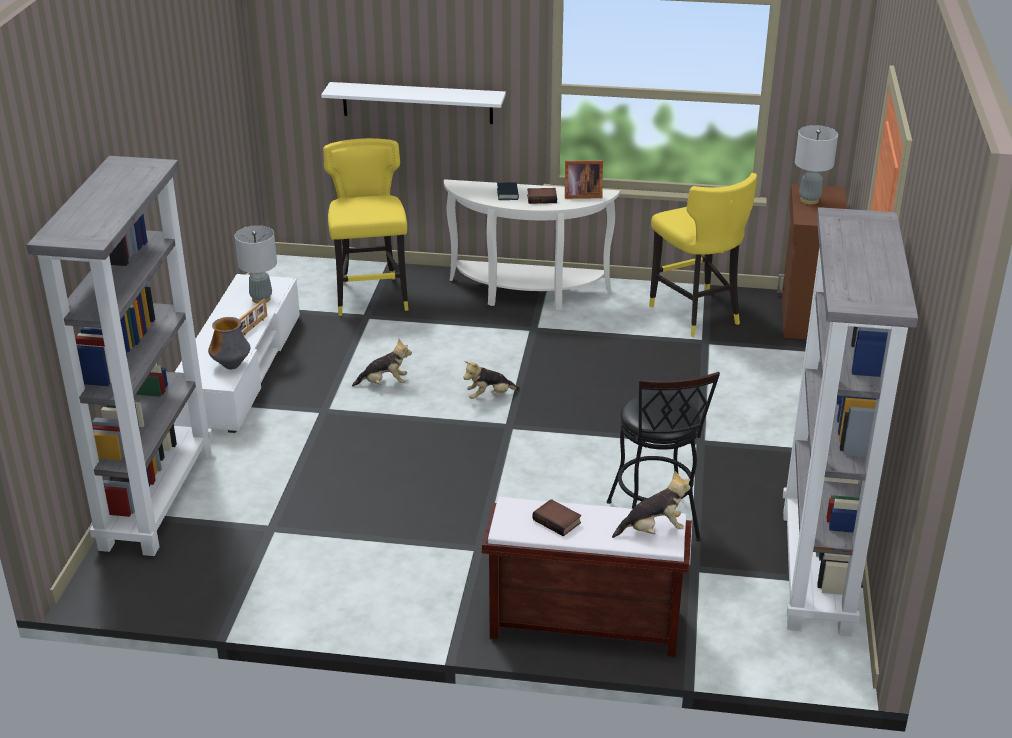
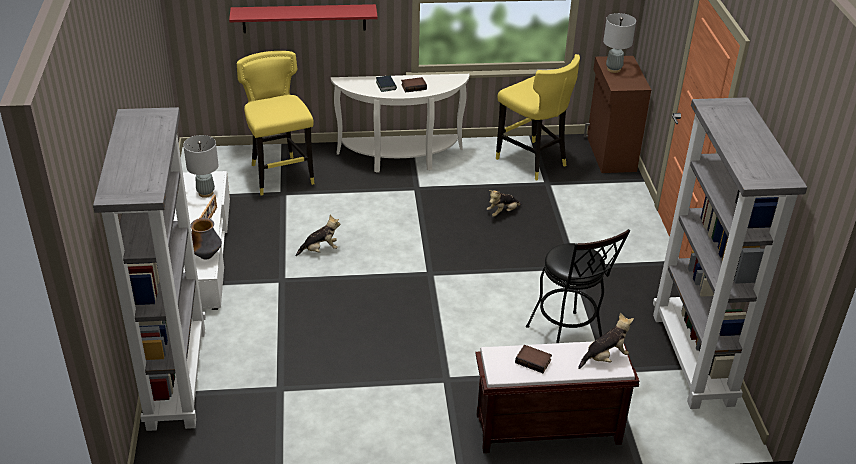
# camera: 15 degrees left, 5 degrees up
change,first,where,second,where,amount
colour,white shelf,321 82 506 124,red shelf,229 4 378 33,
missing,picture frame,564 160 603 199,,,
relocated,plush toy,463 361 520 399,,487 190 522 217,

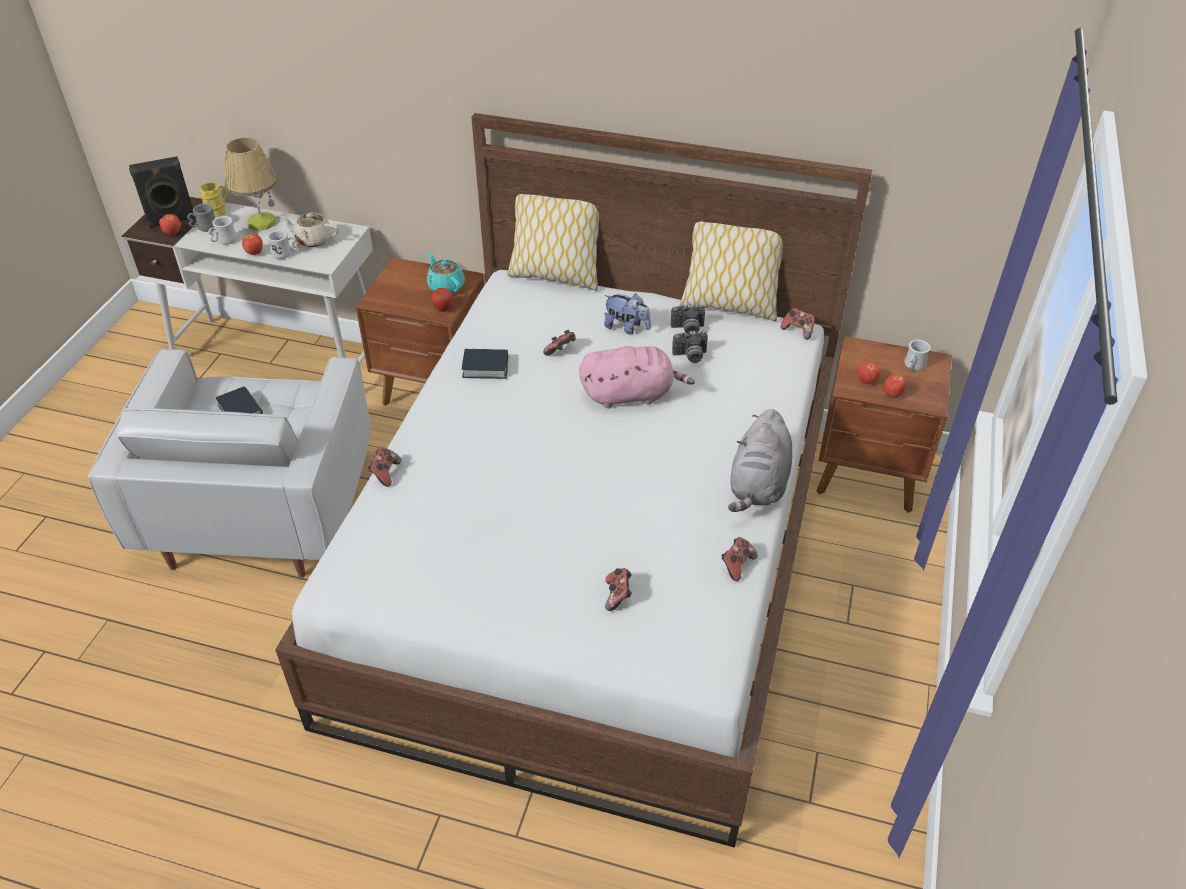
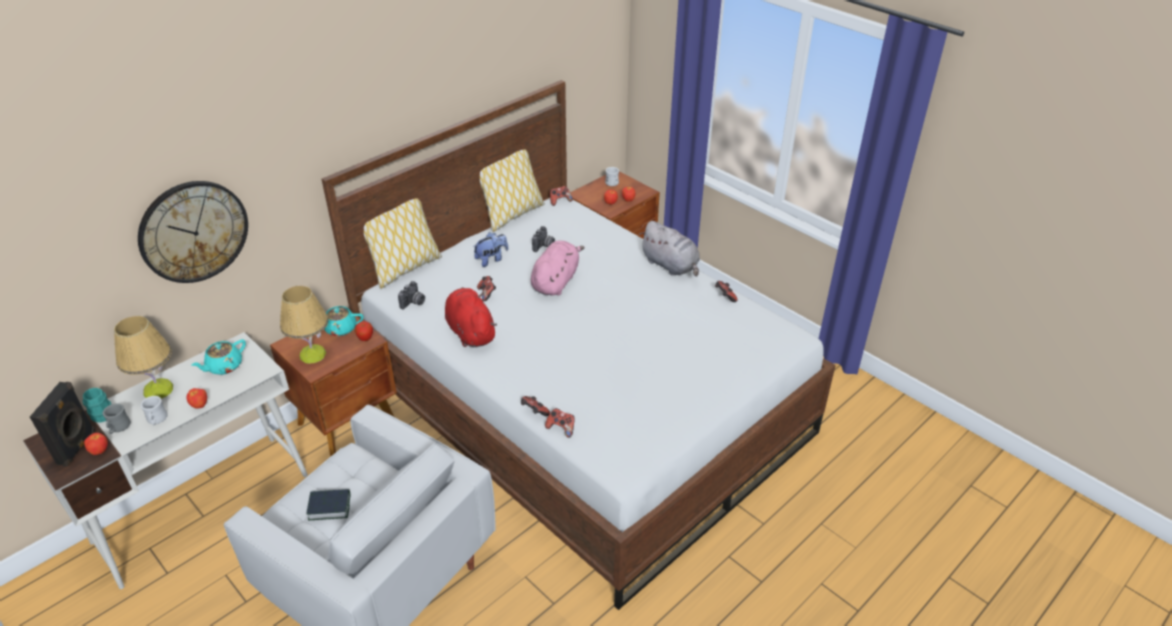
# camera: 60 degrees left, 5 degrees down
change,first,where,second,where,amount
colour,yellow mug,200 182 227 218,turquoise mug,82 388 111 423,
colour,beige teapot,280 213 339 247,turquoise teapot,191 339 246 375,
missing,white mug,267 230 298 259,,,
relocated,photo camera,671 304 705 334,,398 281 425 309,
exchanged,book,462 349 508 379,red plush toy,445 287 497 347,
relocated,game controller,605 568 632 611,,545 408 575 438,
appeared,,,wall clock,138 181 248 283,
appeared,,,table lamp,280 286 328 364,

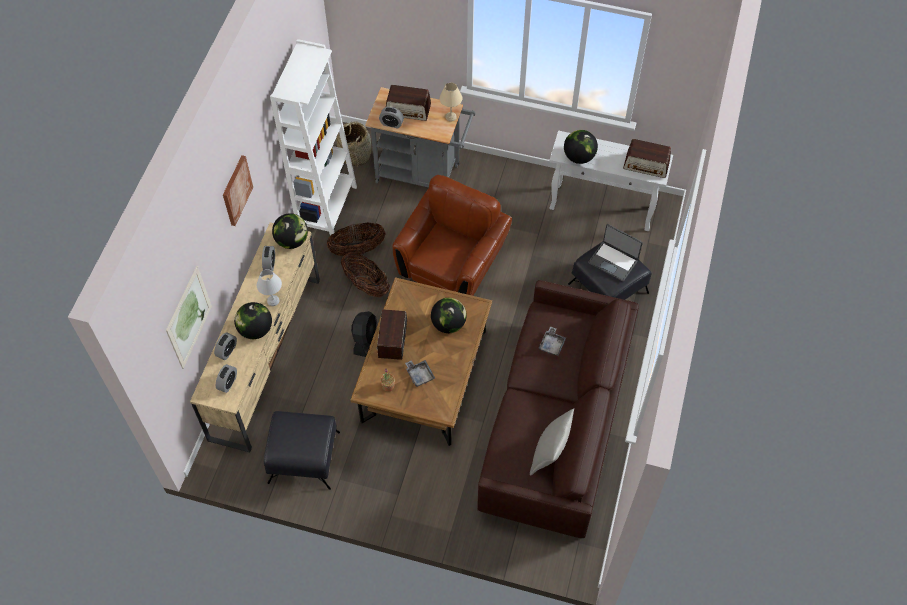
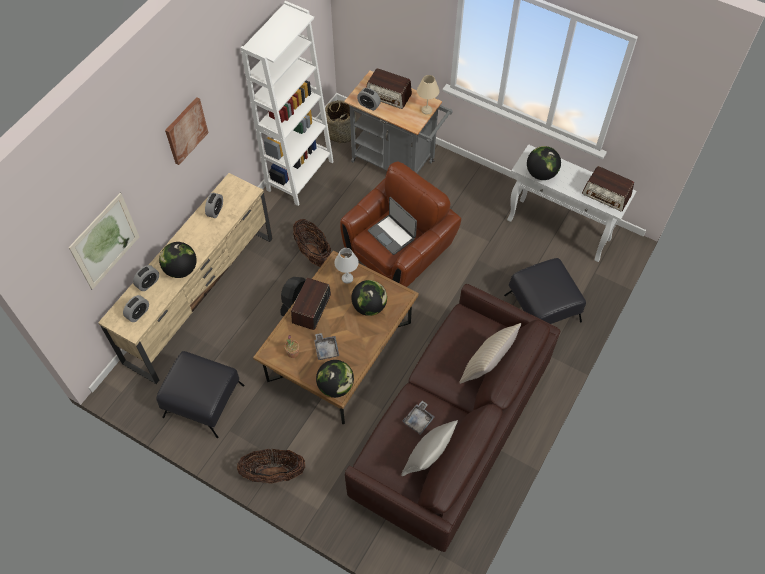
# camera: 15 degrees right, 0 degrees up
change,first,where,second,where,amount
relocated,globe,272 213 308 249,,316 360 354 398,
relocated,basket,327 222 385 257,,237 448 305 484,
relocated,laptop,588 224 643 281,,368 197 417 255,
relocated,white table lamp,257 269 282 306,,334 248 359 284,
relocated,grey tray,538 326 566 356,,402 401 435 435,
appeared,,,beige pillow,459 323 521 384,

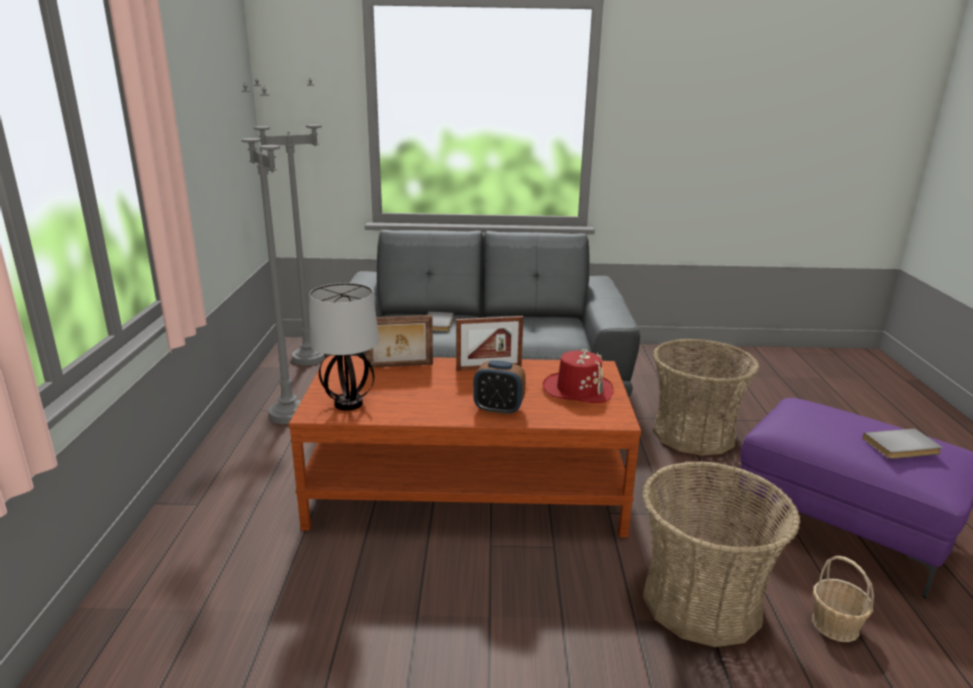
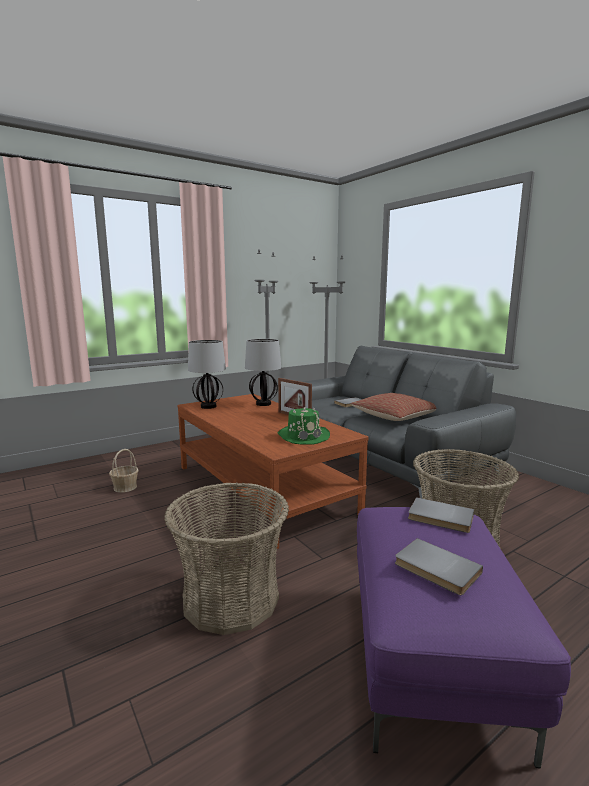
# camera: 55 degrees right, 10 degrees down
change,first,where,second,where,amount
exchanged,picture frame,366 315 433 368,table lamp,245 339 281 406,
colour,red hat,543 349 613 403,green hat,277 406 330 445,
missing,alarm clock,473 360 526 415,,,
relocated,basket,812 556 874 642,,109 449 139 493,
appeared,,,pillow,351 393 437 421,
appeared,,,grey book,408 497 474 533,

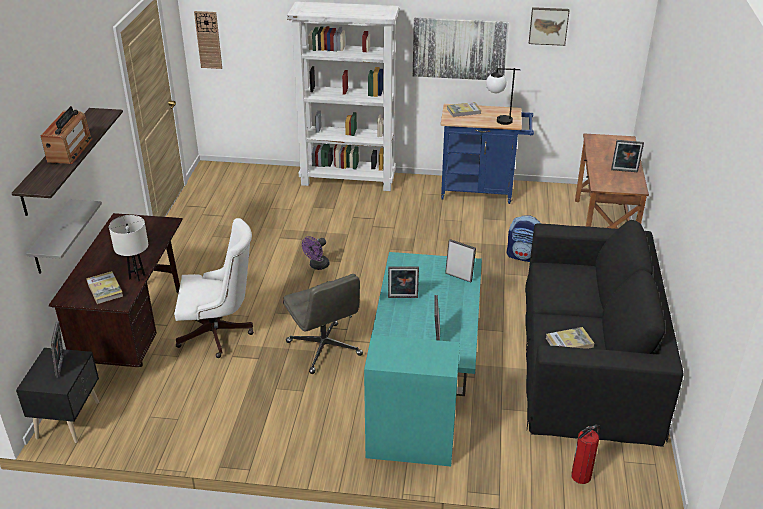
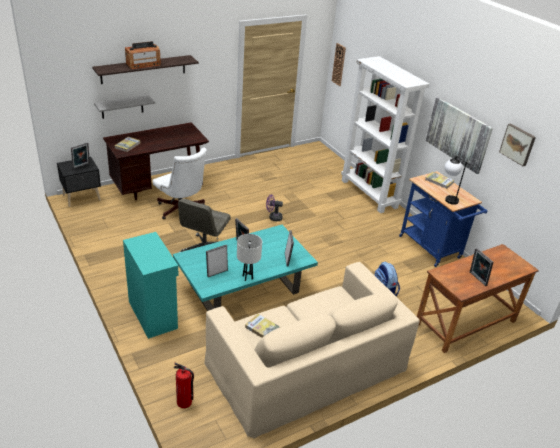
# camera: 50 degrees right, 0 degrees up
change,first,where,second,where,amount
relocated,white table lamp,109 215 148 281,,237 234 262 281,
colour,black sofa,525 220 683 447,beige sofa,205 262 420 439,

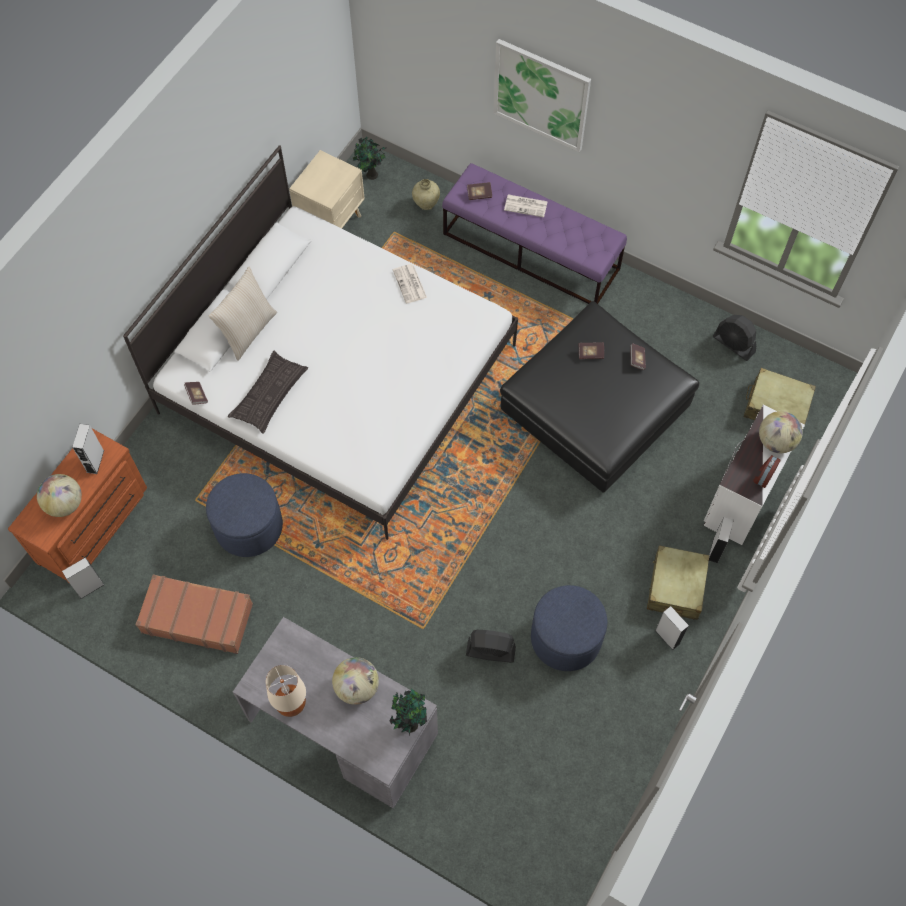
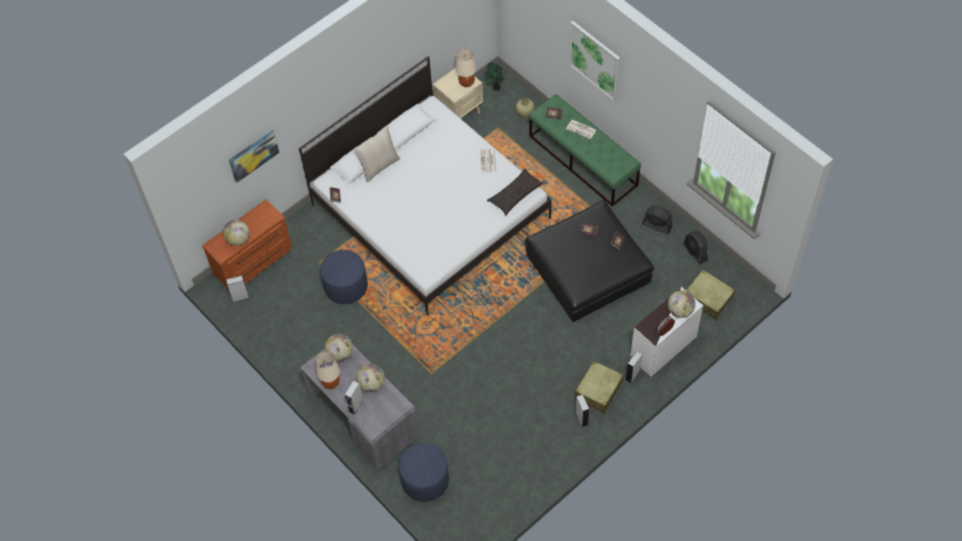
# camera: 20 degrees right, 5 degrees down
change,first,where,second,where,amount
colour,purple bench,442 163 627 304,green bench,529 94 641 207,
relocated,pillow,228 351 308 434,,487 168 544 215,
relocated,grey speaker,72 424 104 474,,345 381 363 415,
missing,brown suitcase,135 574 253 654,,,
relocated,blue ottoman,531 585 607 671,,399 443 449 502,
relocated,black fan,466 630 516 663,,642 206 673 234,
missing,potted plant,390 689 427 736,,,
appeared,,,beige table lamp,456 48 476 87,
appeared,,,picture,229 130 279 183,
appeared,,,globe,325 334 353 361,

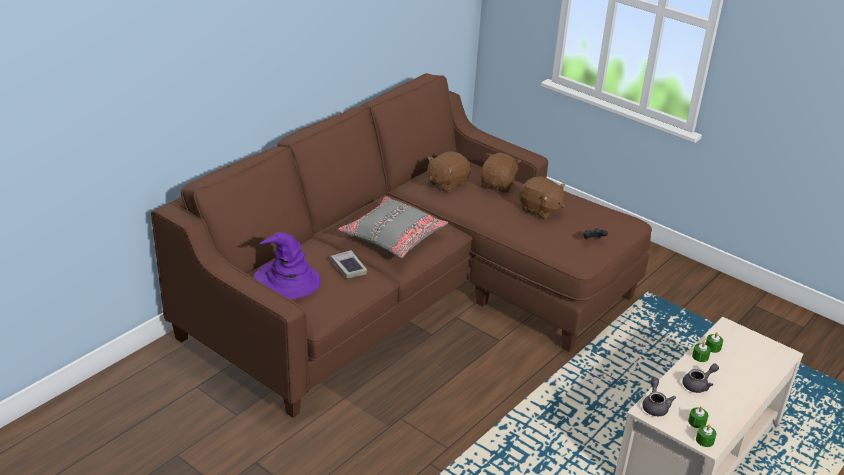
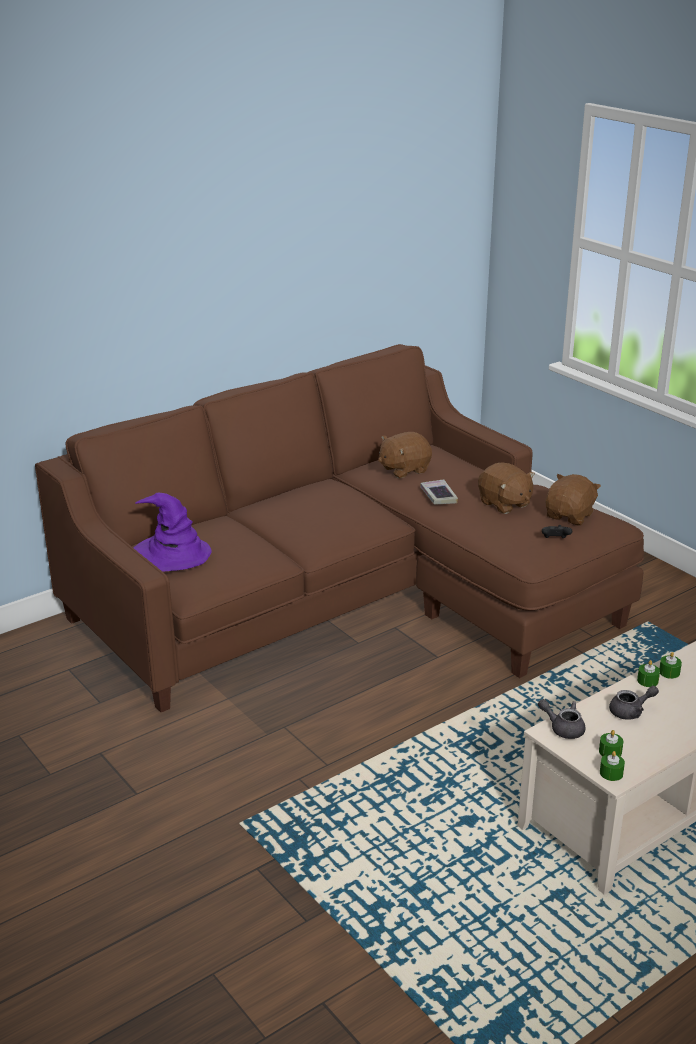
# camera: 15 degrees right, 5 degrees down
change,first,where,second,where,amount
relocated,brown plush toy,480 153 521 193,,545 474 601 526,
missing,grey pillow,338 196 448 258,,,
relocated,book,331 250 367 278,,420 479 458 504,
spun,grey teapot,642 377 676 416,,538 699 585 739,75 degrees counterclockwise

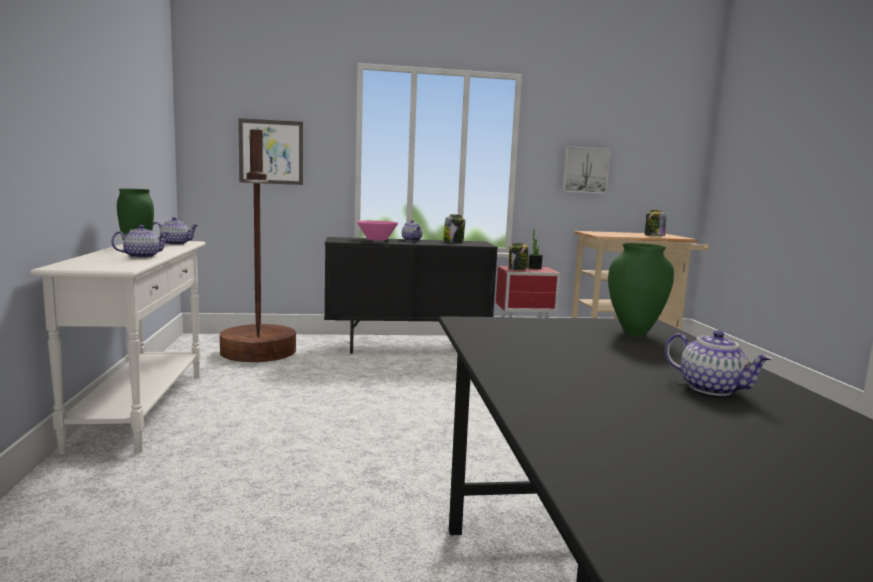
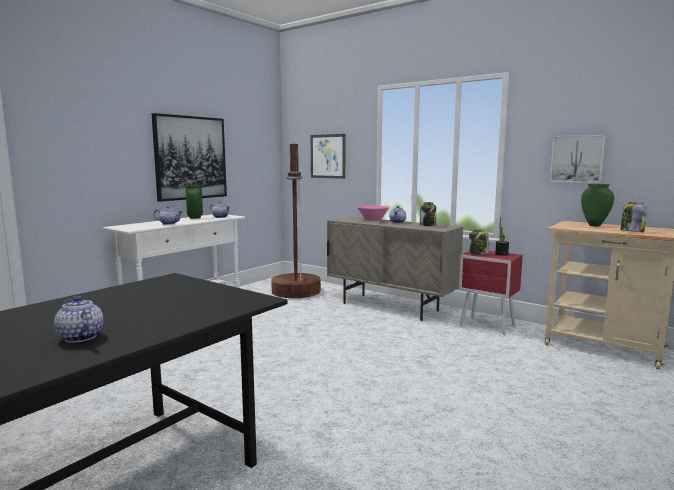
# camera: 45 degrees right, 0 degrees up
change,first,where,second,where,amount
colour,black cabinet,324 237 498 354,beige cabinet,327 217 463 321,
relocated,green vase,608 243 674 336,,581 184 614 226,
spun,teapot,665 330 773 396,,54 296 103 343,135 degrees clockwise
appeared,,,picture,152 113 227 202,

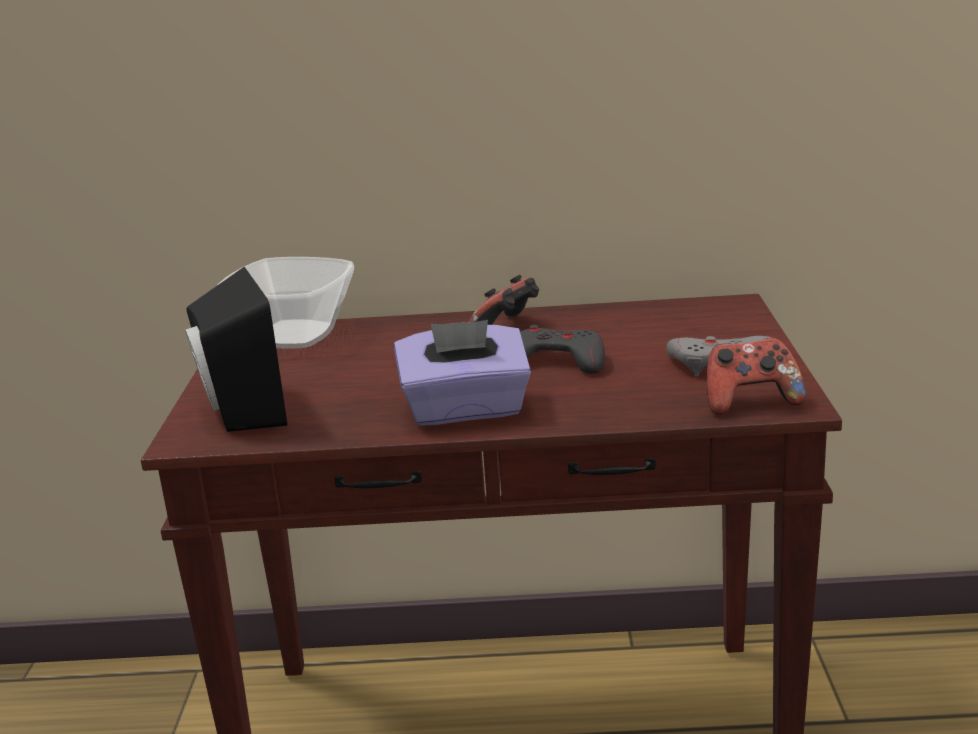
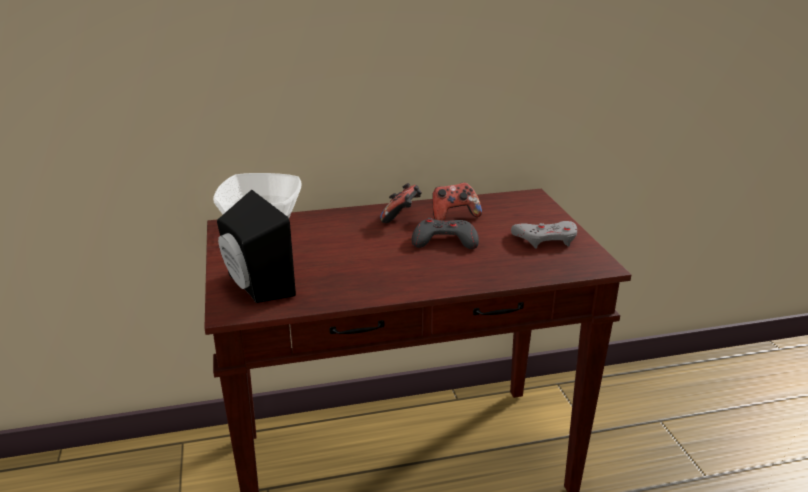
# camera: 15 degrees left, 5 degrees up
change,first,where,second,where,amount
missing,purple tissue box,394 320 531 426,,,
relocated,game controller,707 338 806 415,,432 183 482 221,

